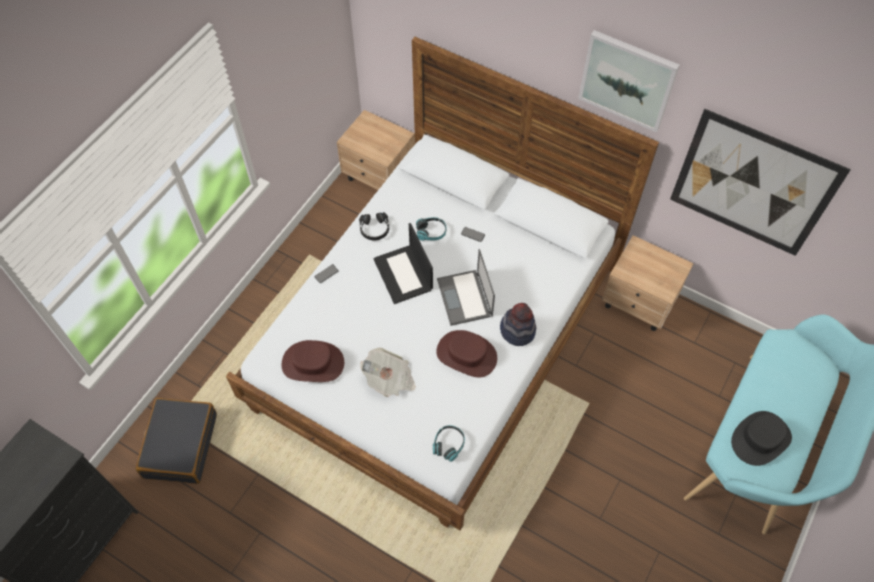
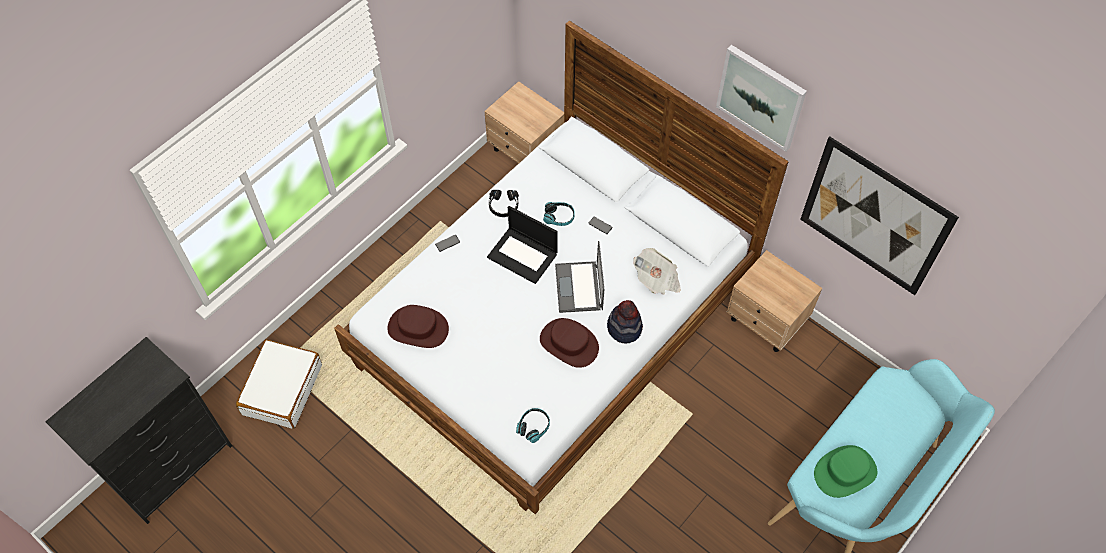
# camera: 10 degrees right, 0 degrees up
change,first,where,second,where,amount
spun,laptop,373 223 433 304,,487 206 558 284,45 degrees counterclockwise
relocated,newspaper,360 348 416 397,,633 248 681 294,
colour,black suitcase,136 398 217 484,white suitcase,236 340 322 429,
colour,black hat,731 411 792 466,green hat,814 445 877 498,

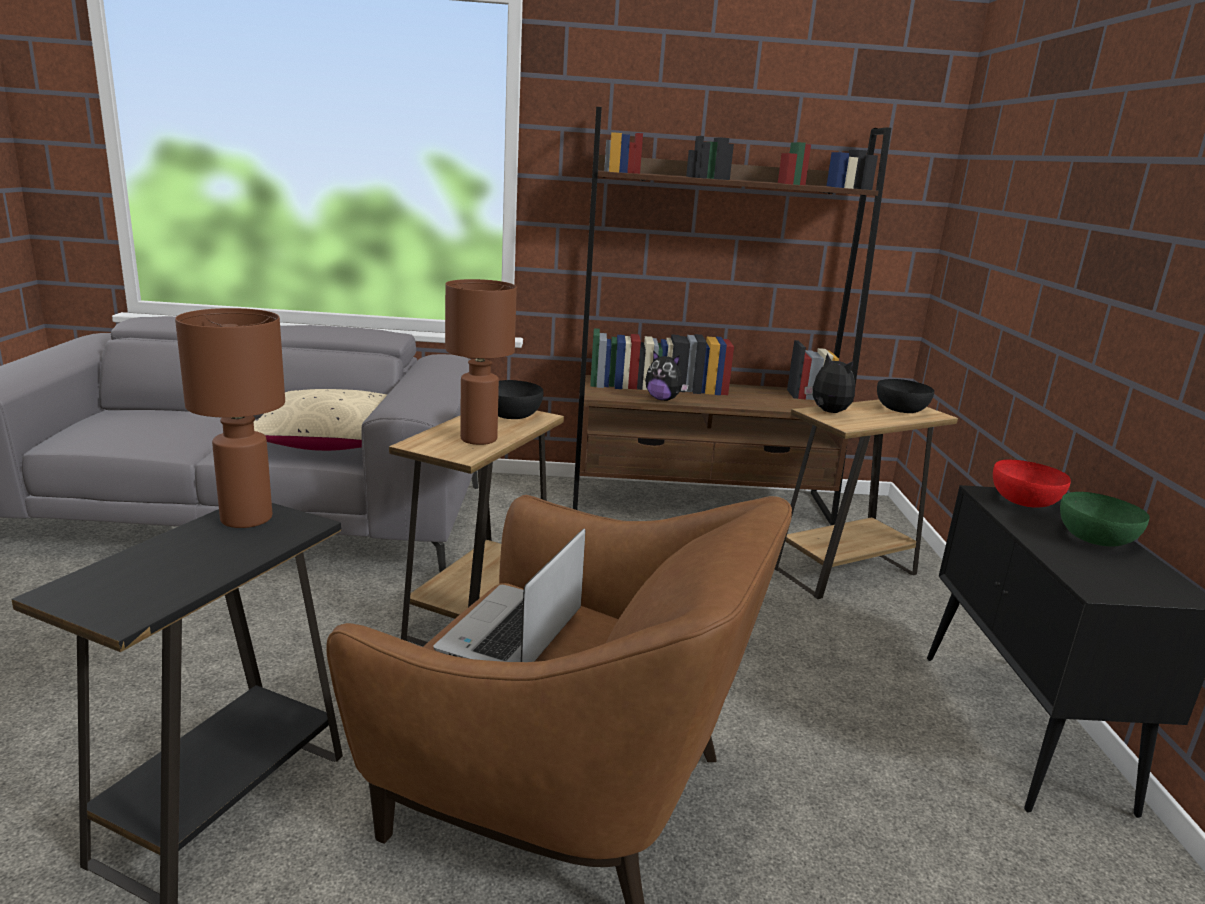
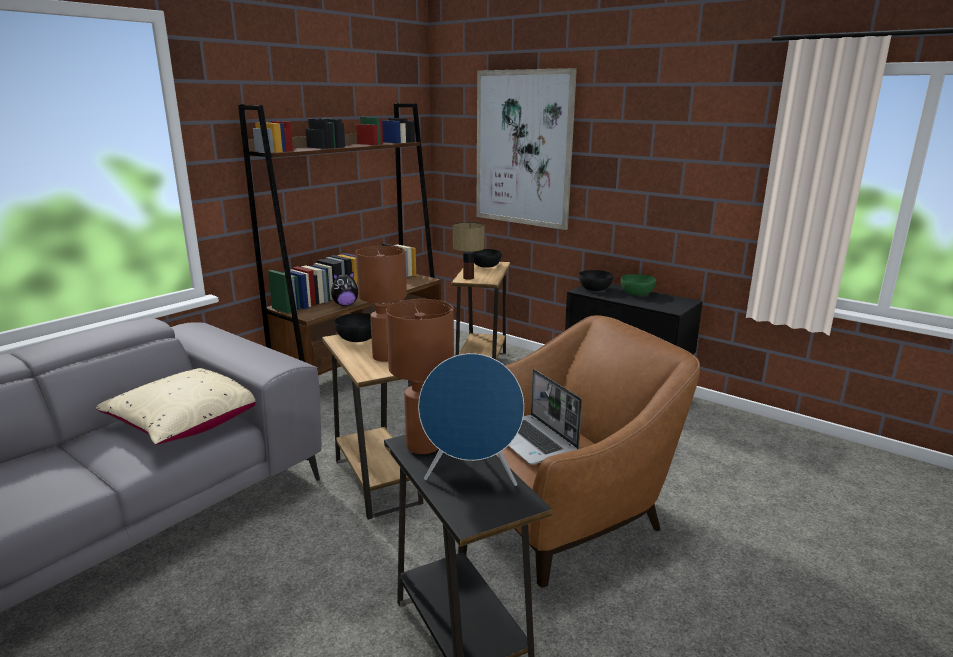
# camera: 50 degrees left, 0 degrees up
change,first,where,second,where,amount
exchanged,plush toy,804 353 855 413,table lamp,453 222 485 280,
colour,red bowl,993 460 1071 508,black bowl,579 270 613 291,
appeared,,,picture,476 68 577 230,
appeared,,,blue speaker,418 353 524 486,

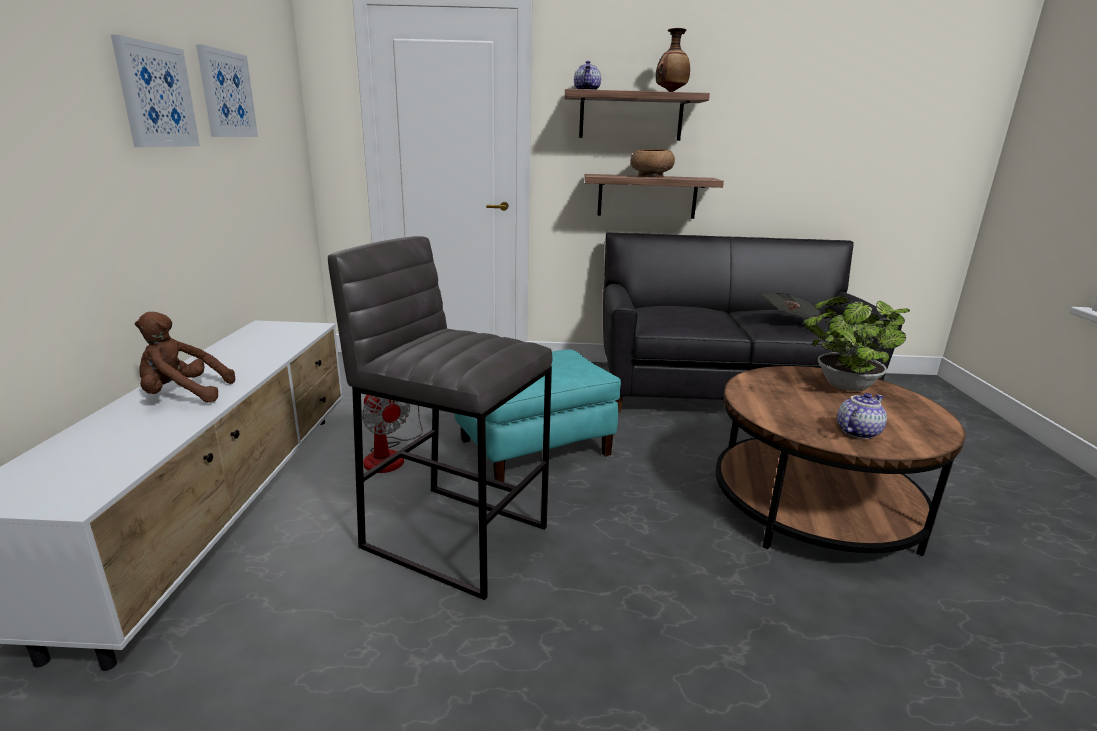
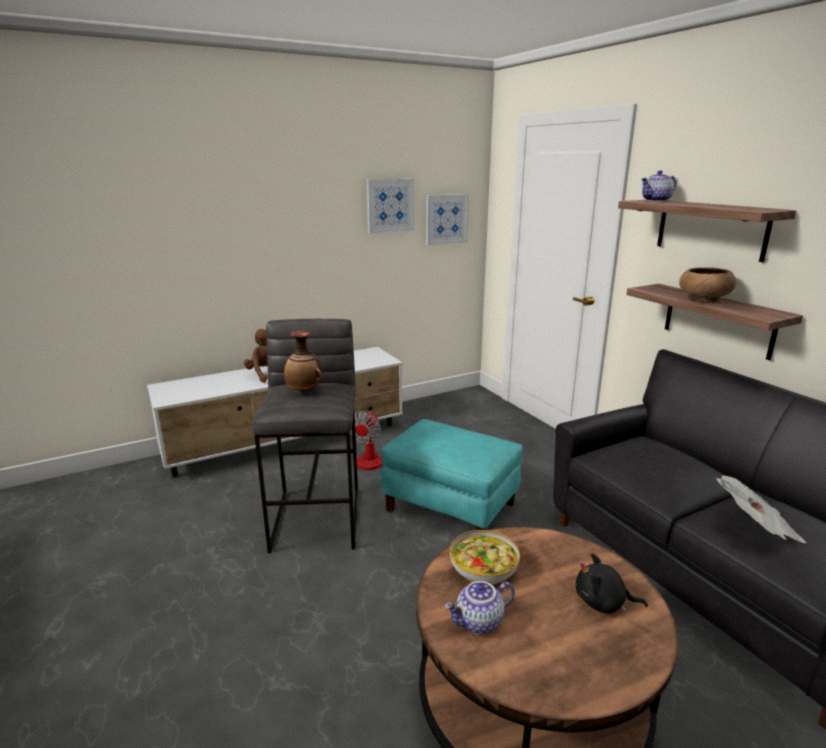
# camera: 60 degrees right, 0 degrees up
change,first,where,second,where,amount
relocated,vase,656 28 690 92,,284 331 322 392,
relocated,picture,111 35 200 147,,426 194 469 245,
exchanged,potted plant,803 296 910 391,black plush toy,576 553 648 613,
spun,teapot,837 393 887 439,,444 581 515 634,135 degrees clockwise
appeared,,,bowl,450 530 520 585,

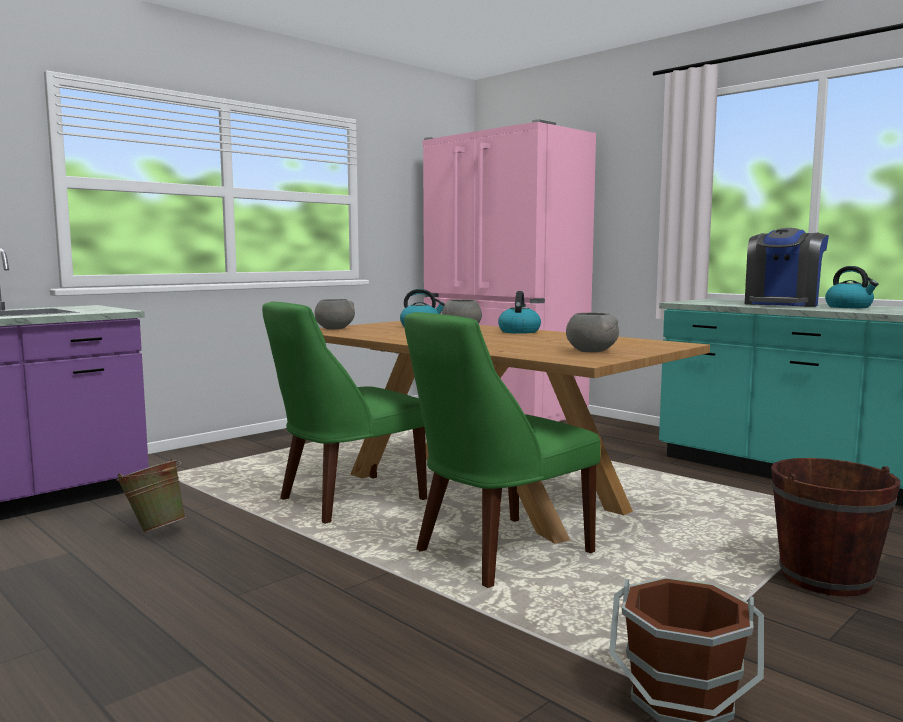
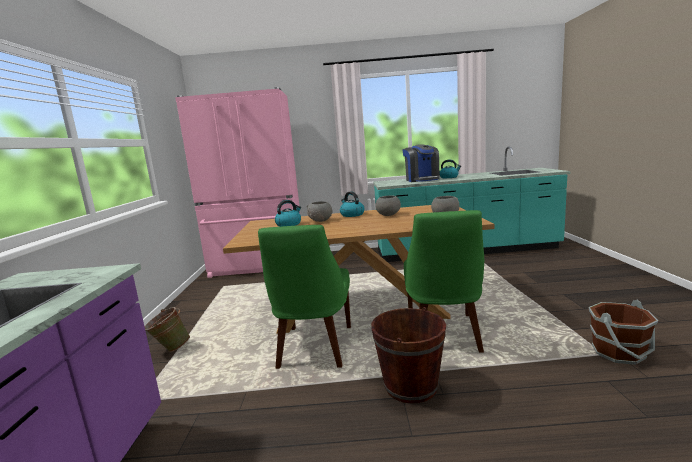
# camera: 45 degrees left, 5 degrees up
change,first,where,second,where,amount
relocated,grey bowl,314 299 355 330,,375 196 401 216,
relocated,brown bucket,771 458 900 597,,371 307 446 404,
relocated,green bucket,116 459 186 533,,145 307 190 352,

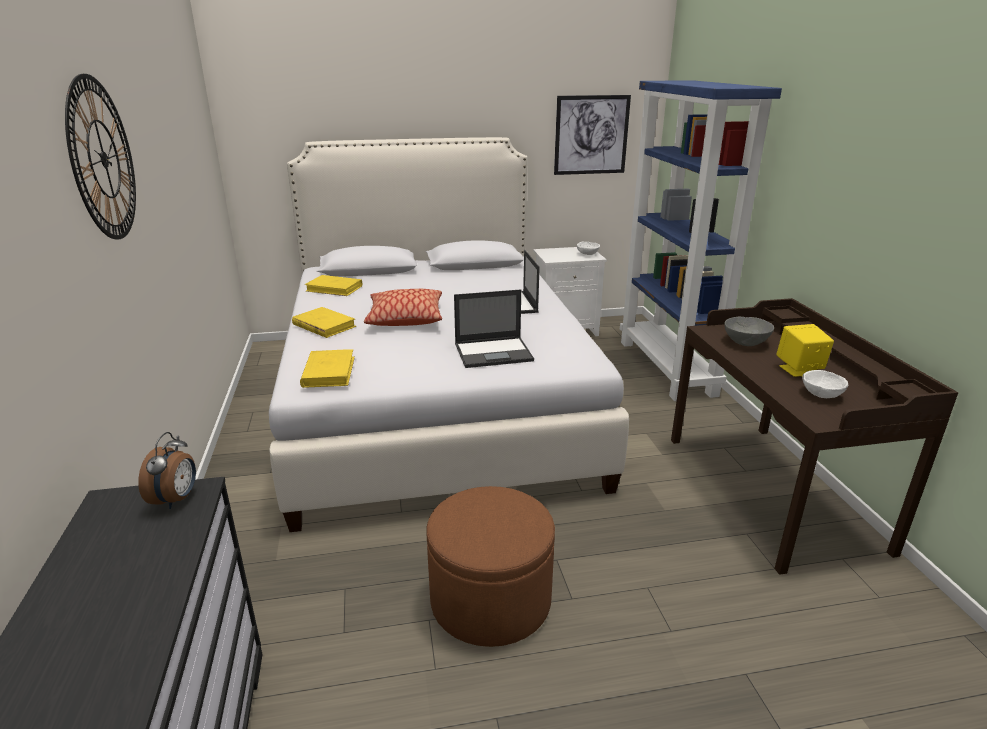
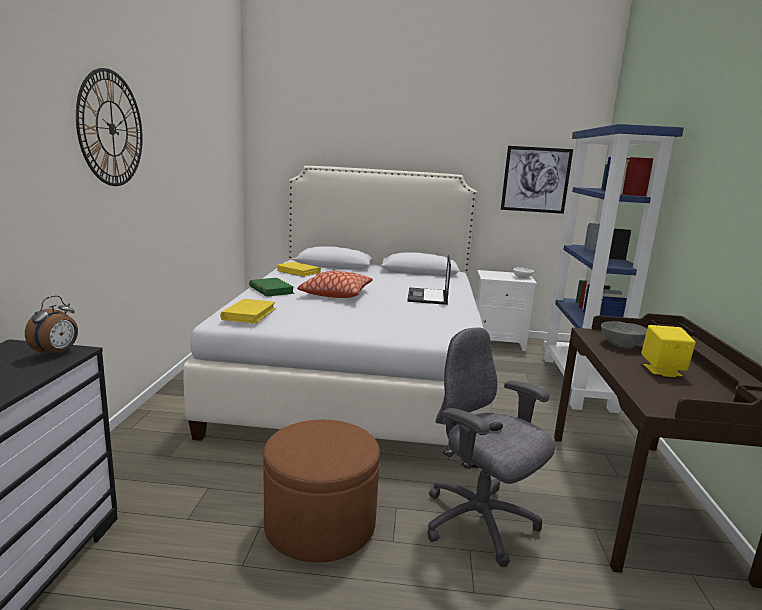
# camera: 15 degrees right, 10 degrees down
change,first,where,second,where,amount
missing,laptop,454 290 534 368,,,
colour,yellow book,292 307 356 338,green book,249 278 294 297,
missing,white bowl,802 370 848 398,,,
appeared,,,grey office chair,427 327 555 567,

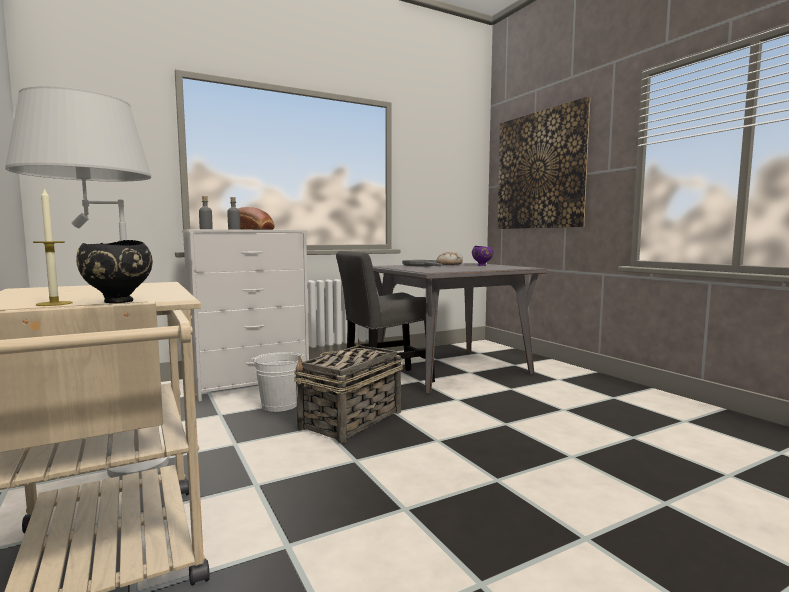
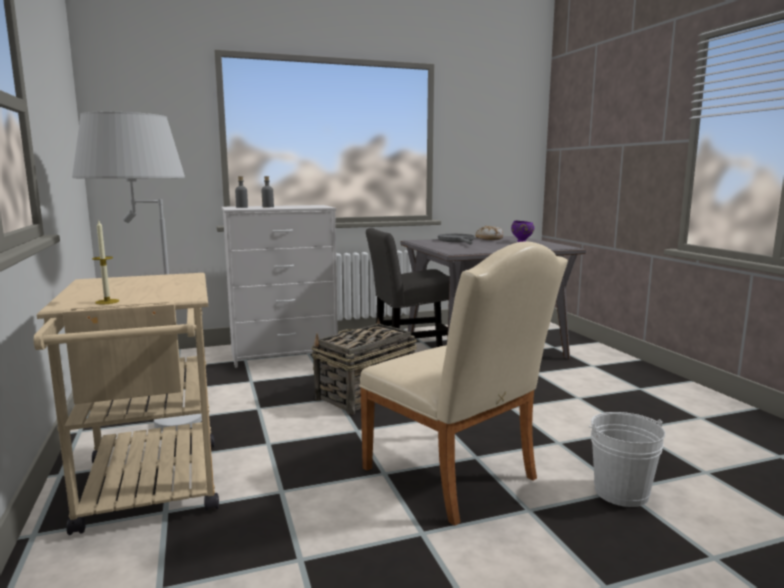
# camera: 10 degrees right, 5 degrees up
change,first,where,second,where,amount
missing,picture,497 97 591 229,,,
missing,bread,238 207 275 230,,,
missing,black bowl,76 240 153 303,,,
relocated,white bucket,251 352 305 412,,589 412 665 507,
appeared,,,beige chair,359 241 568 526,

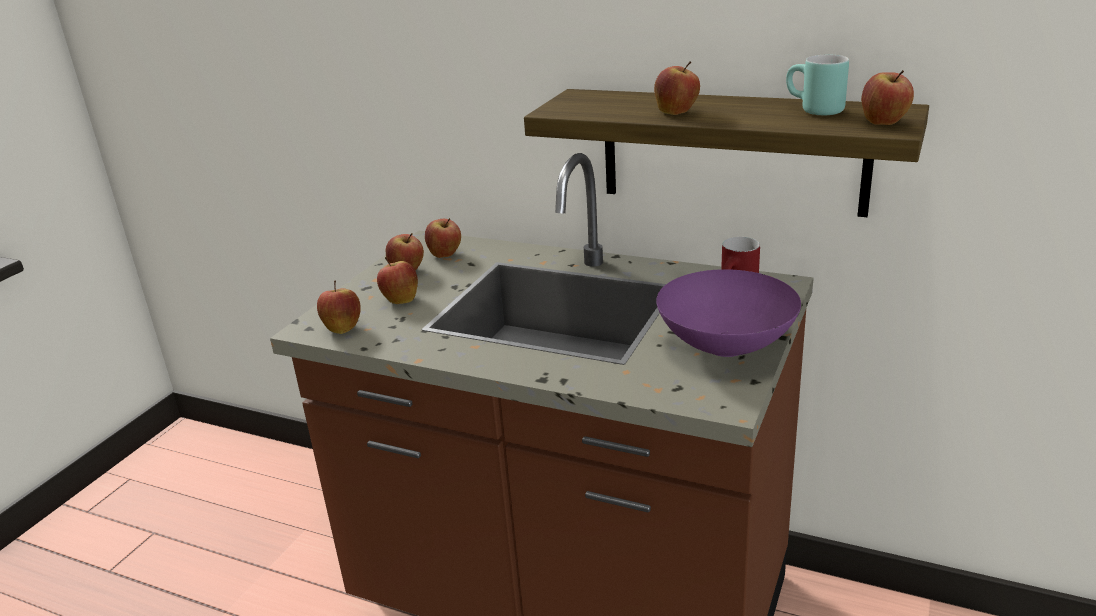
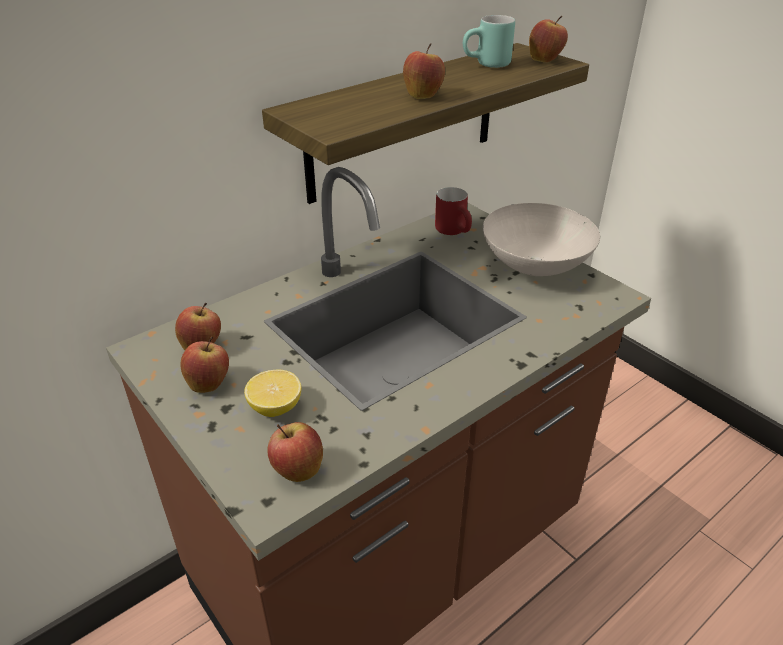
# camera: 65 degrees left, 10 degrees up
change,first,where,second,where,amount
exchanged,apple,377 257 418 304,lemon,244 369 301 417,
colour,purple bowl,656 269 801 357,white bowl,483 203 600 276,

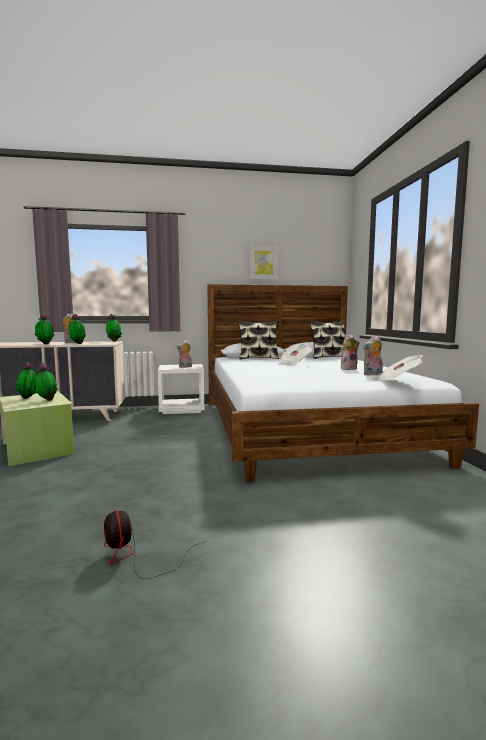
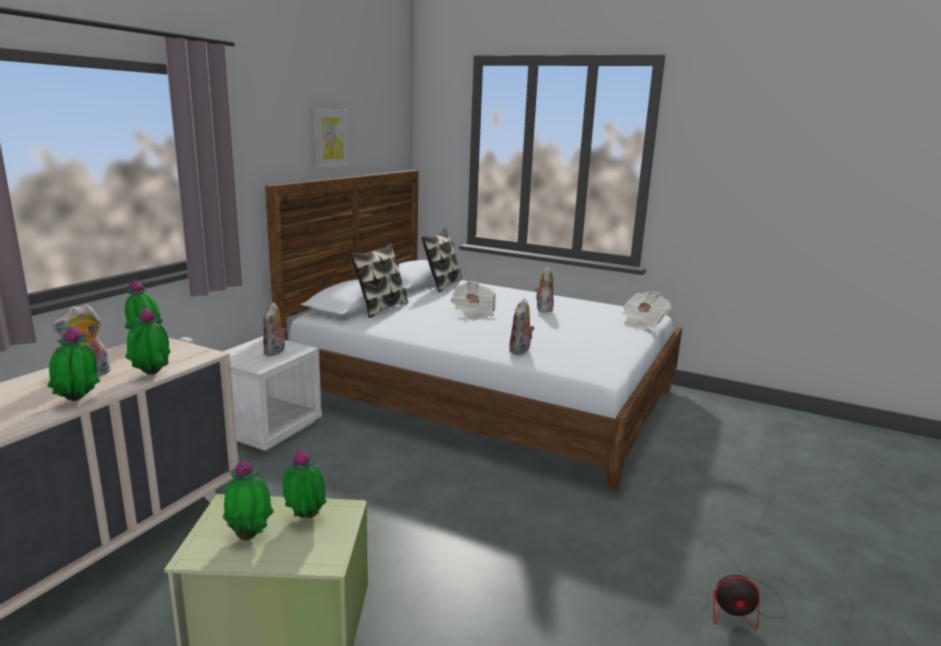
# camera: 55 degrees left, 10 degrees up
change,first,where,second,where,amount
relocated,plush toy,363 336 383 375,,509 299 535 355,

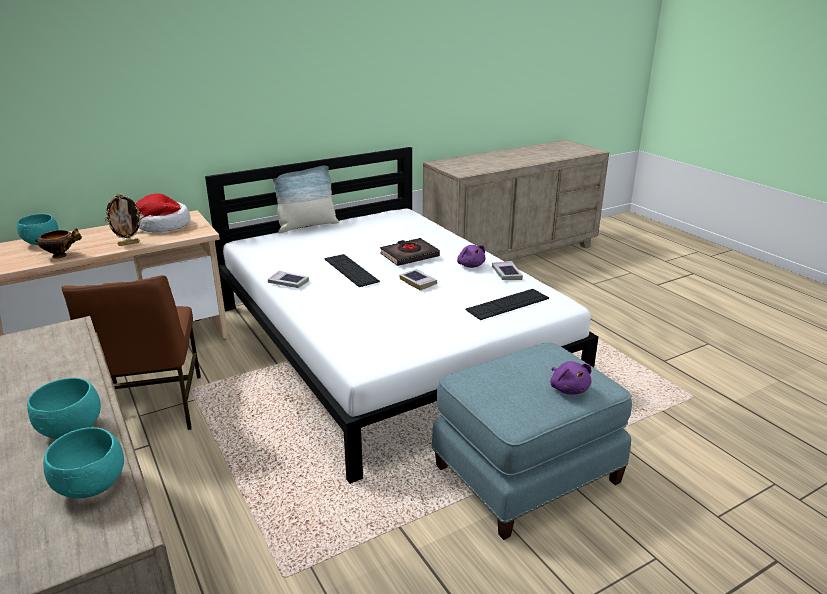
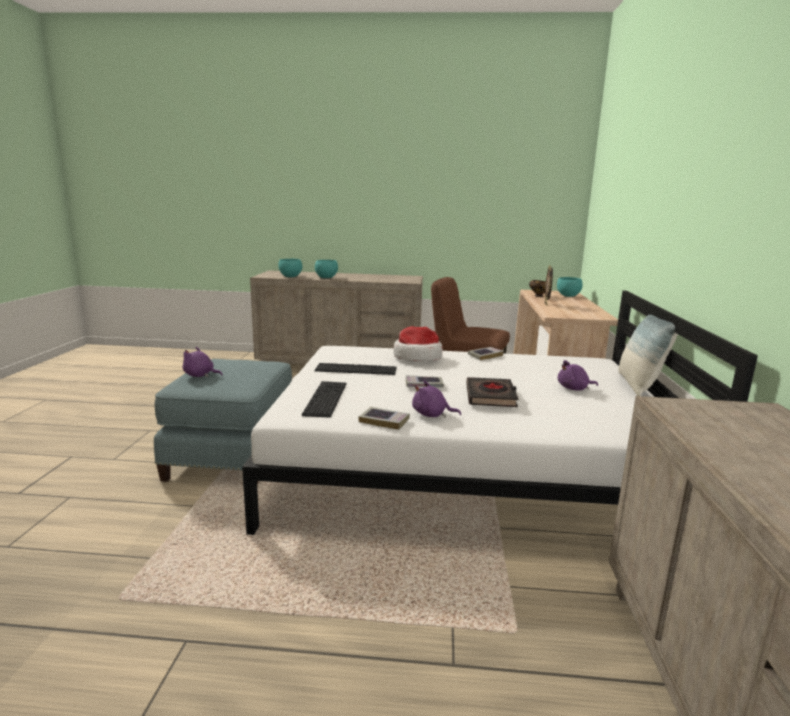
# camera: 125 degrees right, 10 degrees down
change,first,where,second,where,amount
relocated,hat,136 193 191 232,,393 326 442 361,
relocated,keyboard,325 254 380 287,,314 363 397 375,
appeared,,,purple plush toy,558 360 598 390,

